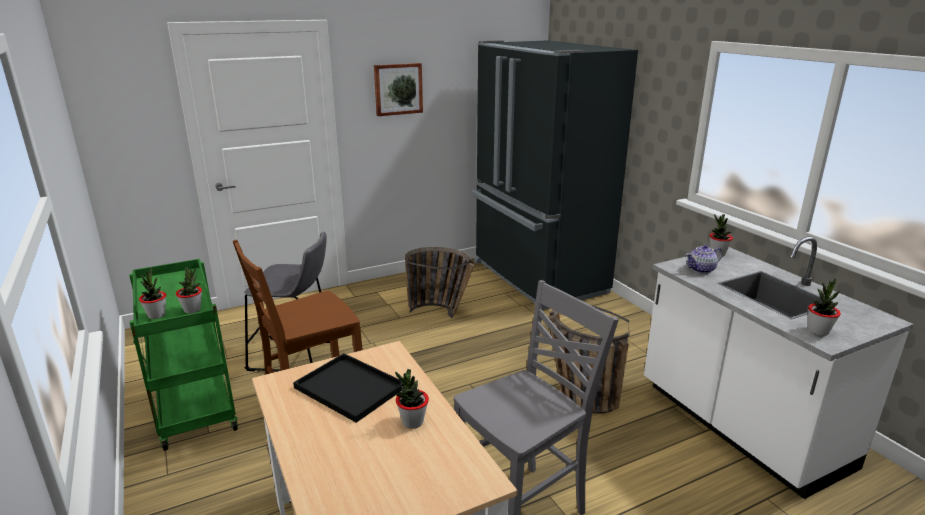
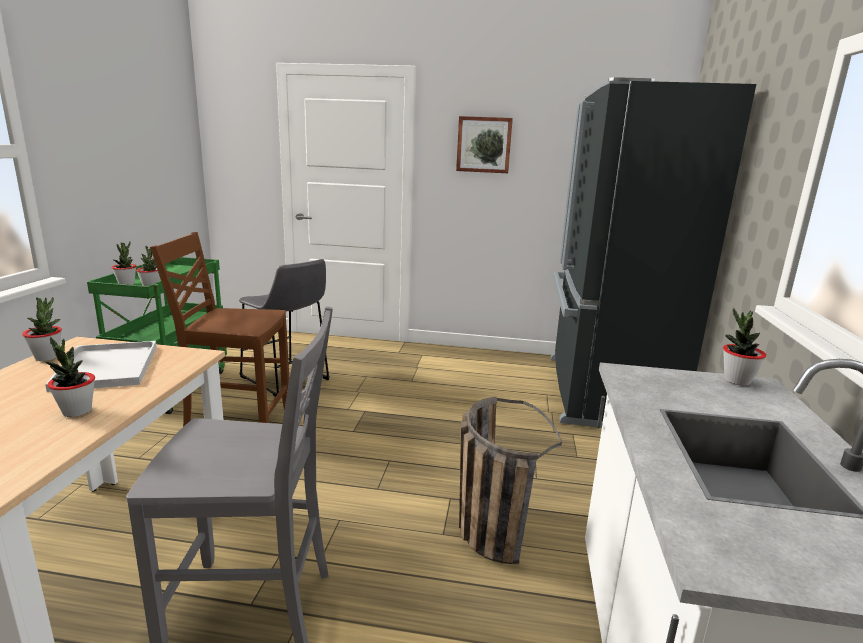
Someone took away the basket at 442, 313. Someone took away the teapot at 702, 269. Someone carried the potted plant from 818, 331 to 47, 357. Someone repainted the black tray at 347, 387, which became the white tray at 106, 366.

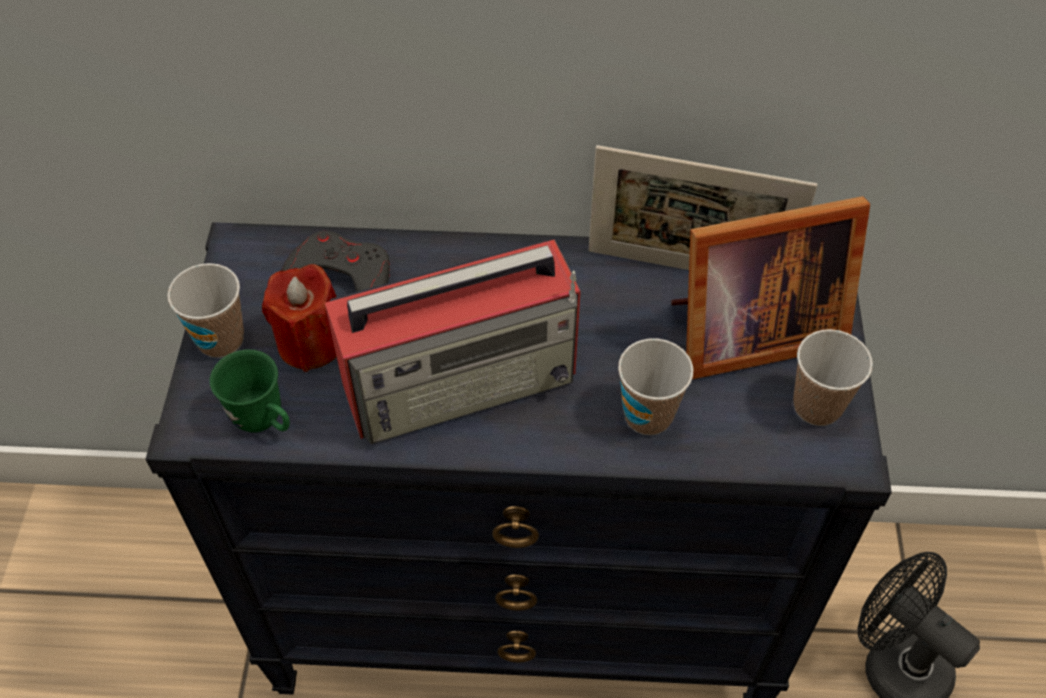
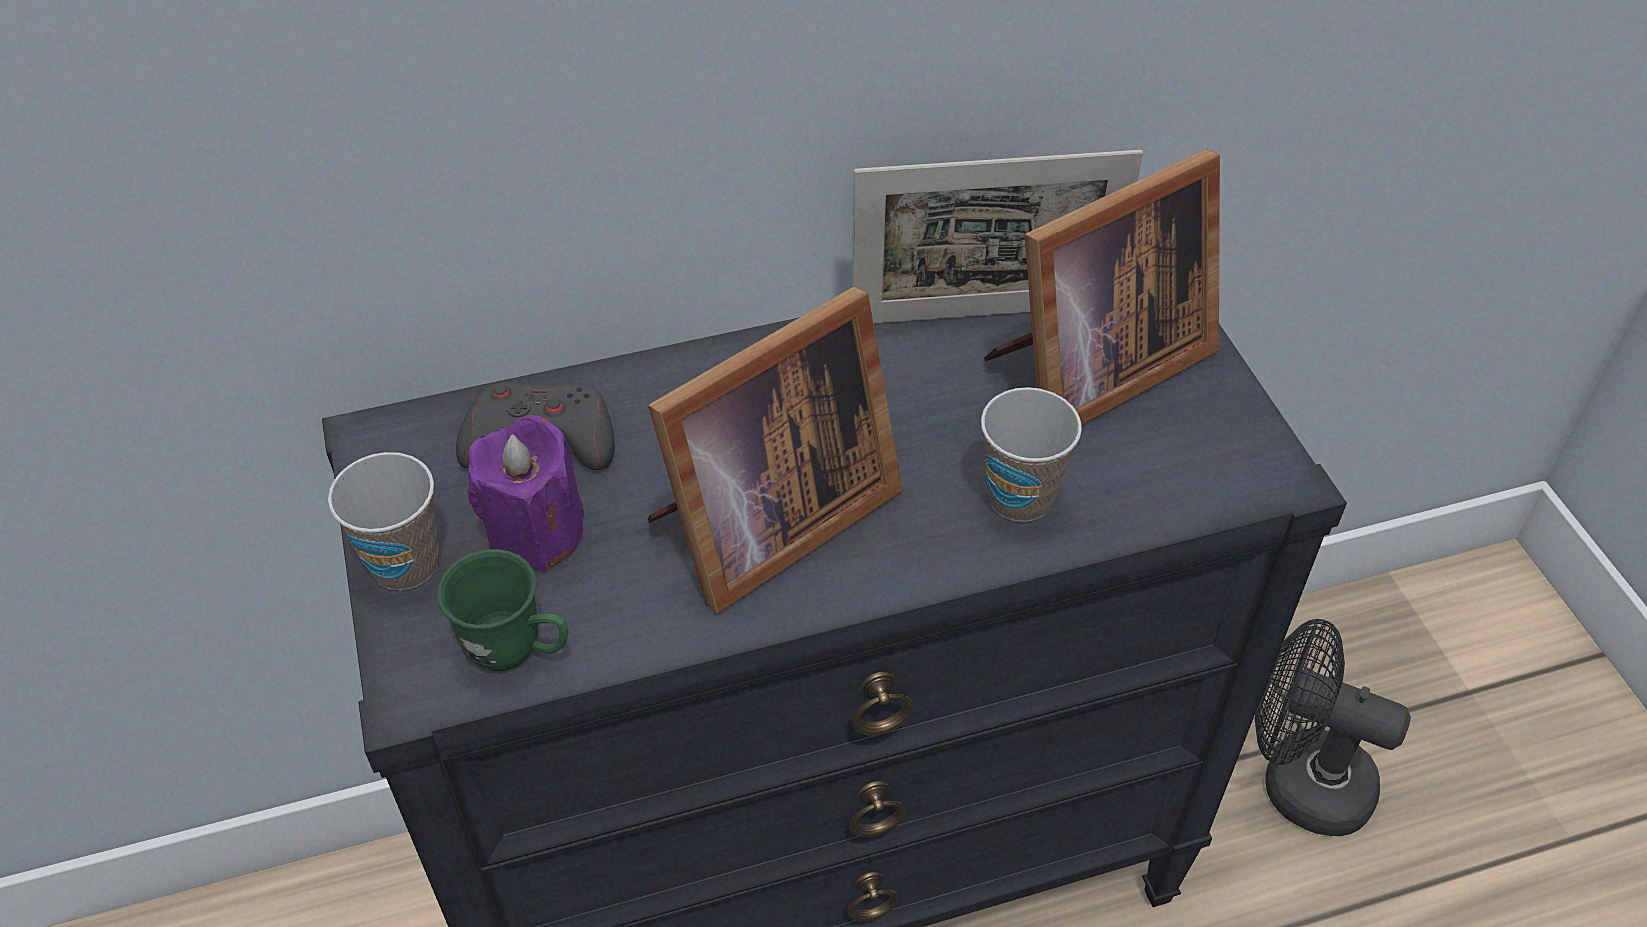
Someone took away the cup at 817, 406. Someone swapped the radio at 463, 380 for the picture frame at 765, 522. Someone repainted the red candle at 311, 343, which became the purple candle at 536, 533.

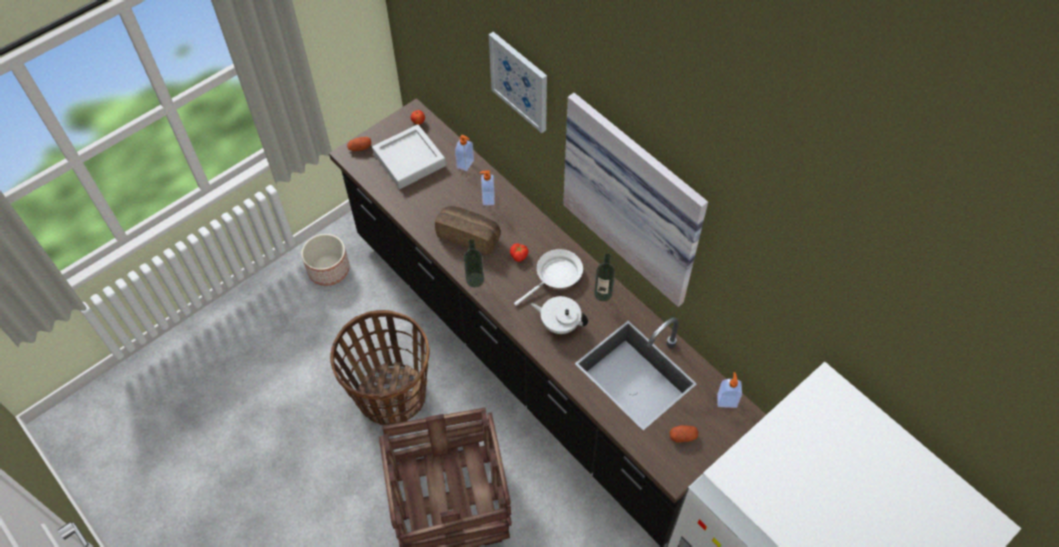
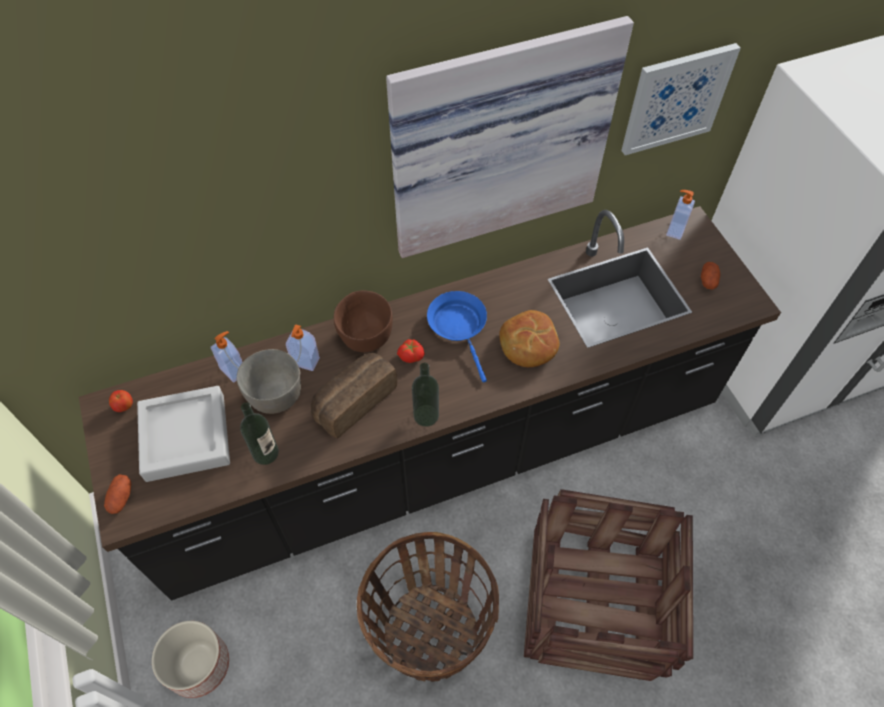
Someone put down the grey bowl at 275, 395. Someone put down the brown bowl at 365, 338. Someone carried the picture from 520, 81 to 676, 99. Someone carried the bottle from 603, 293 to 265, 453. Someone swapped the white teapot at 559, 323 for the bread at 527, 344. Someone repainted the white frying pan at 556, 276, which became the blue frying pan at 459, 327.

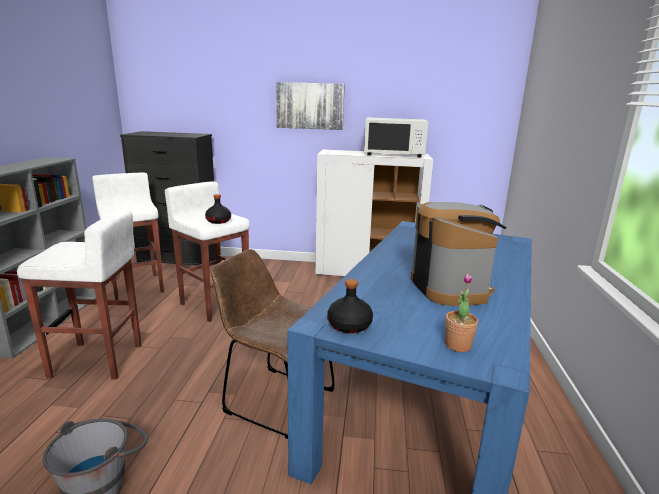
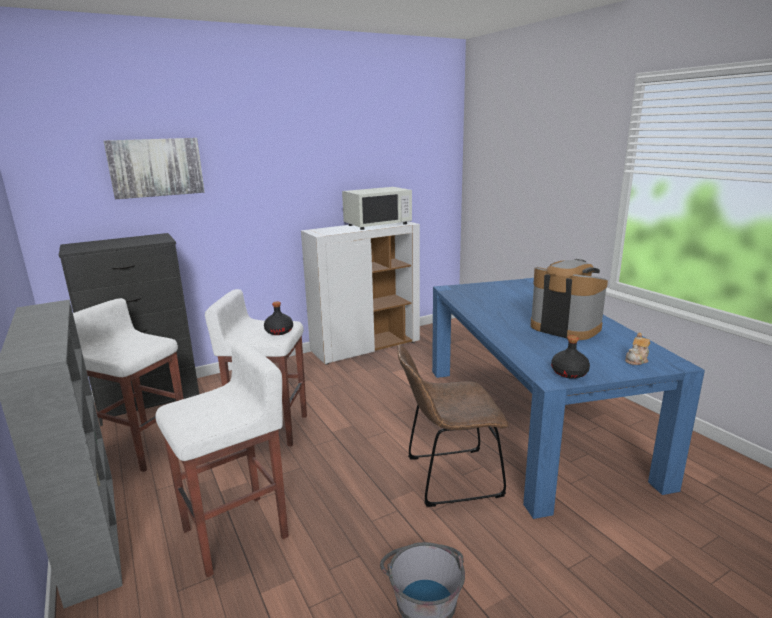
Someone carried the picture from 310, 106 to 156, 167. Someone swapped the potted plant at 458, 345 for the teapot at 637, 360.

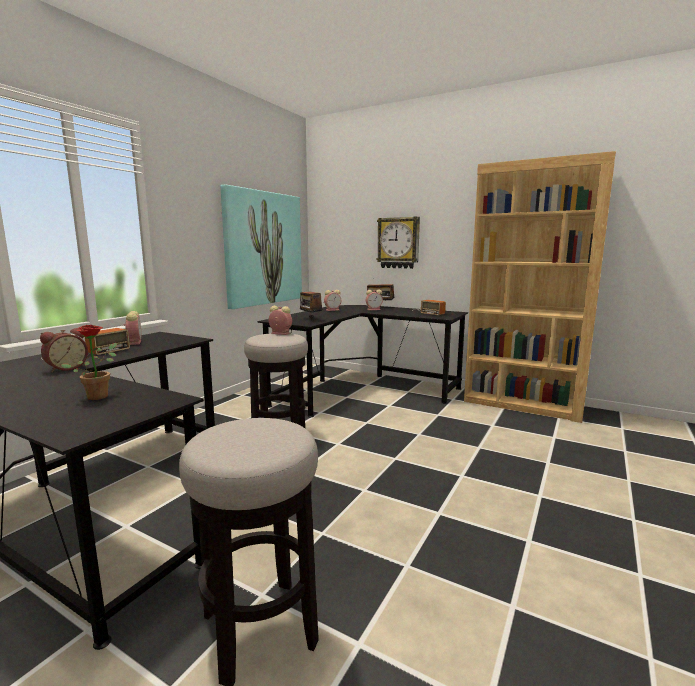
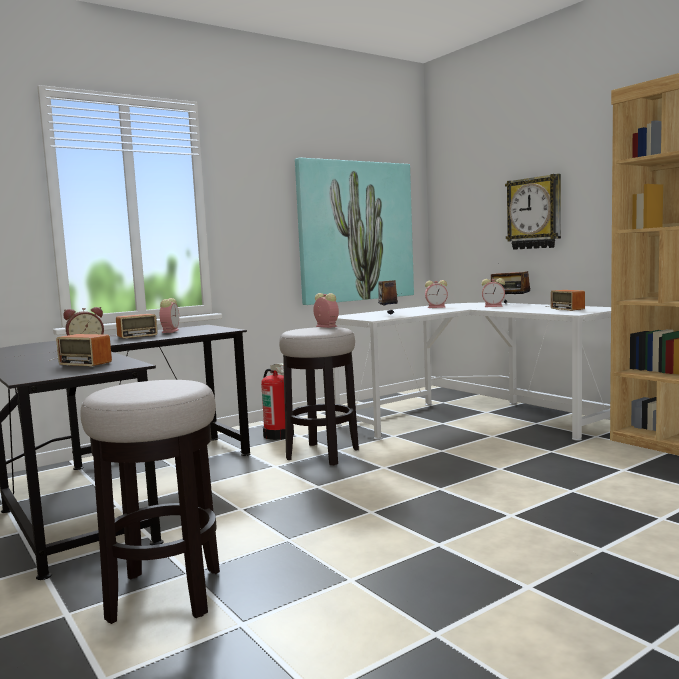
Someone put down the fire extinguisher at 279, 435. Someone swapped the potted plant at 100, 395 for the radio at 81, 361. Someone repainted the black desk at 362, 390, which became the white desk at 472, 417.

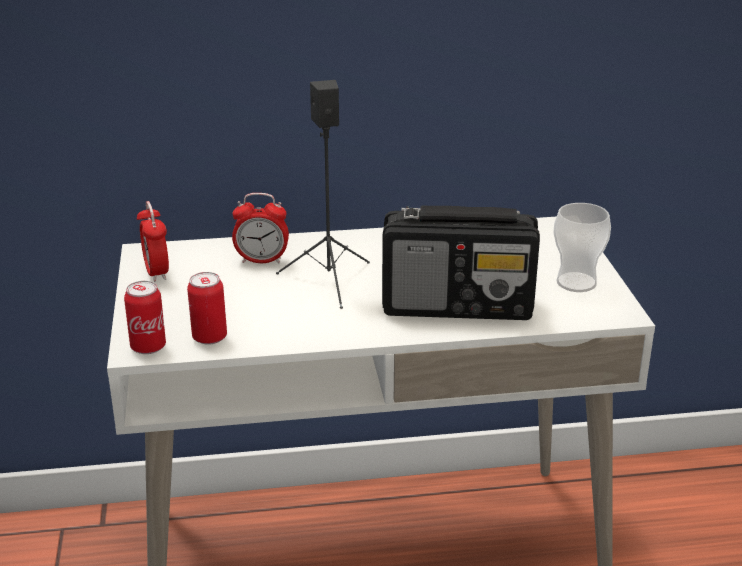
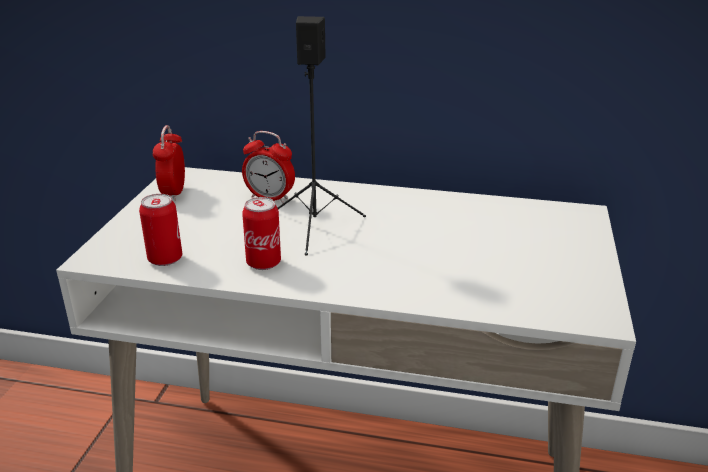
Someone took away the radio at 459, 306. Someone took away the cup at 576, 282. Someone carried the can from 148, 347 to 263, 263.

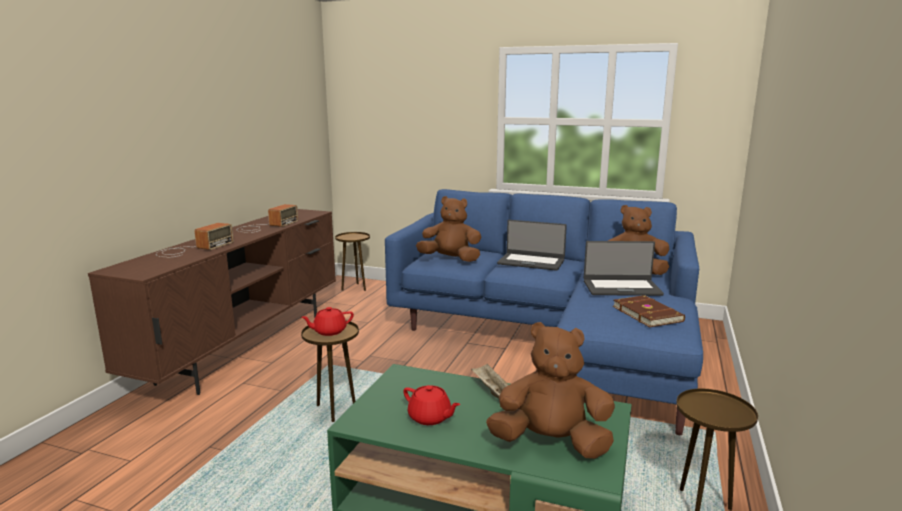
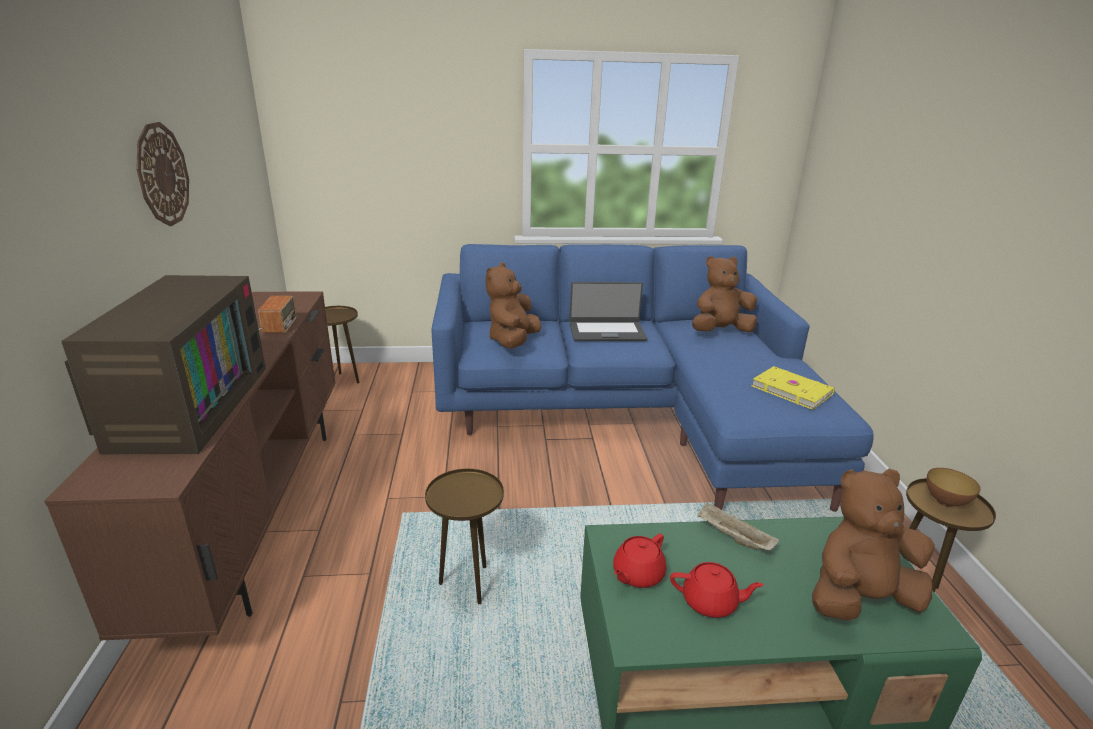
Someone took away the laptop at 621, 288. Someone put up the wall clock at 162, 174. Someone put down the bowl at 945, 502. Someone carried the red teapot from 329, 331 to 637, 574. Someone swapped the radio at 192, 249 for the television at 188, 405. Someone repainted the brown book at 648, 313, which became the yellow book at 791, 390. Someone rotated the brown plush toy at 450, 259 by 60 degrees counterclockwise.

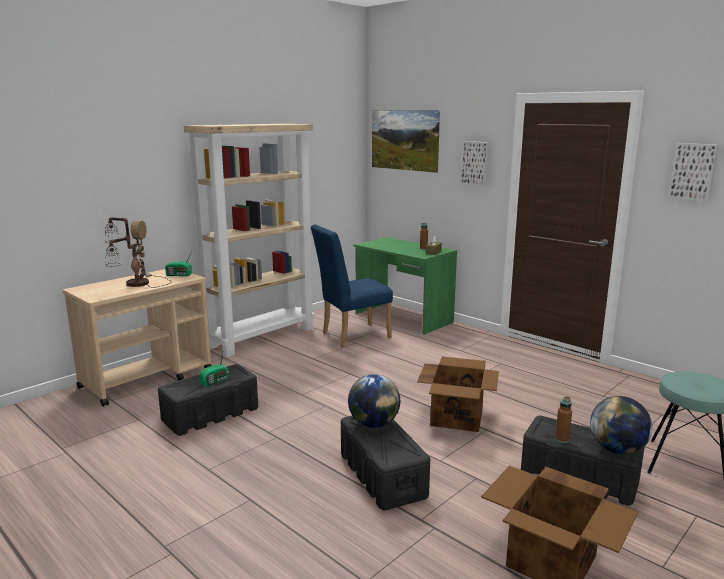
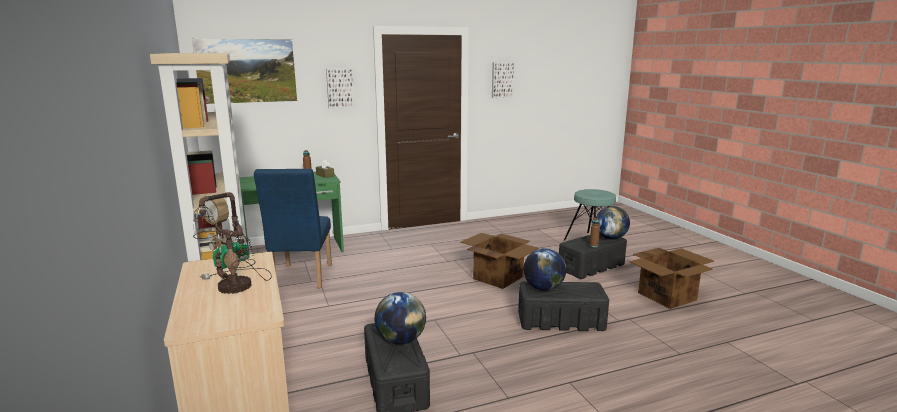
Someone swapped the radio at 215, 381 for the globe at 401, 340.

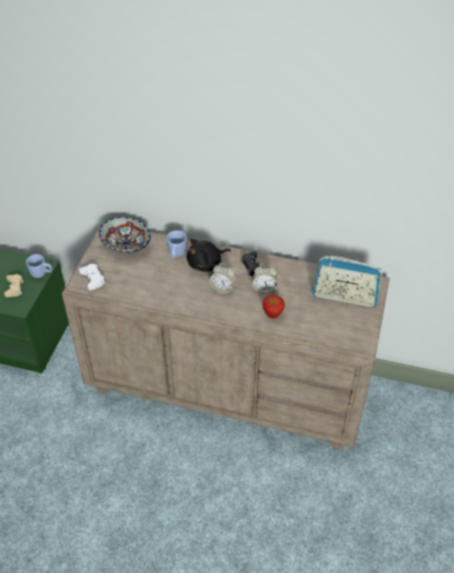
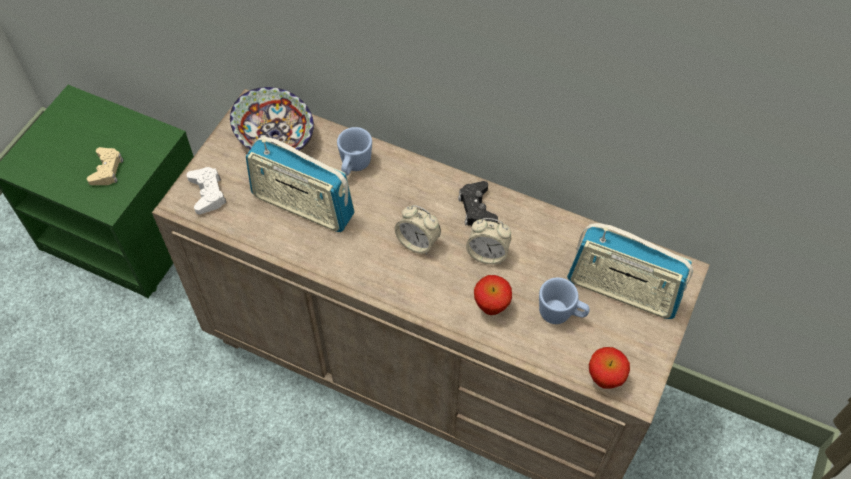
Someone took away the black plush toy at 206, 264. Someone put down the radio at 303, 206. Someone put down the apple at 604, 379. Someone carried the blue mug from 41, 274 to 561, 314.

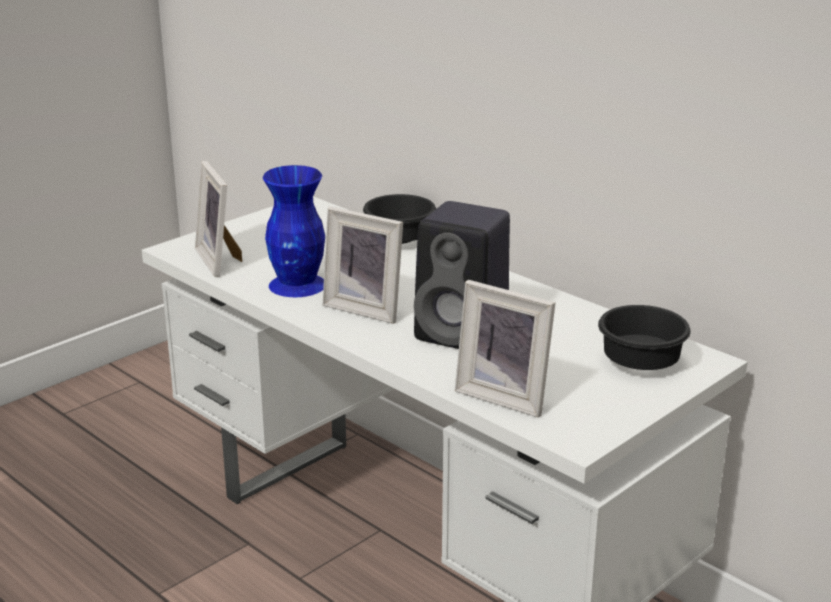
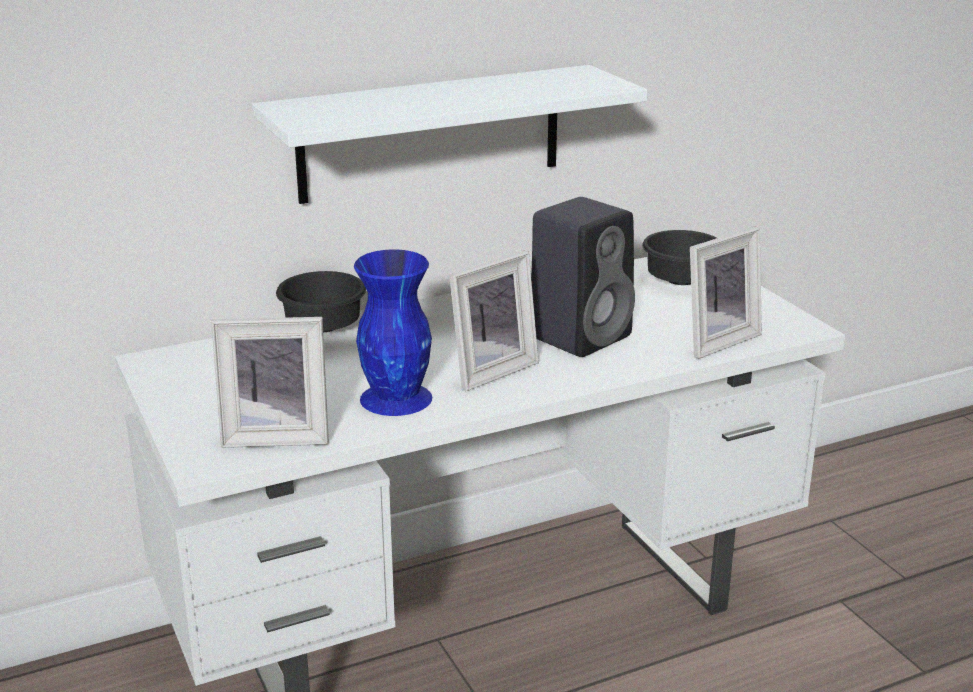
Someone put up the white shelf at 431, 133.

